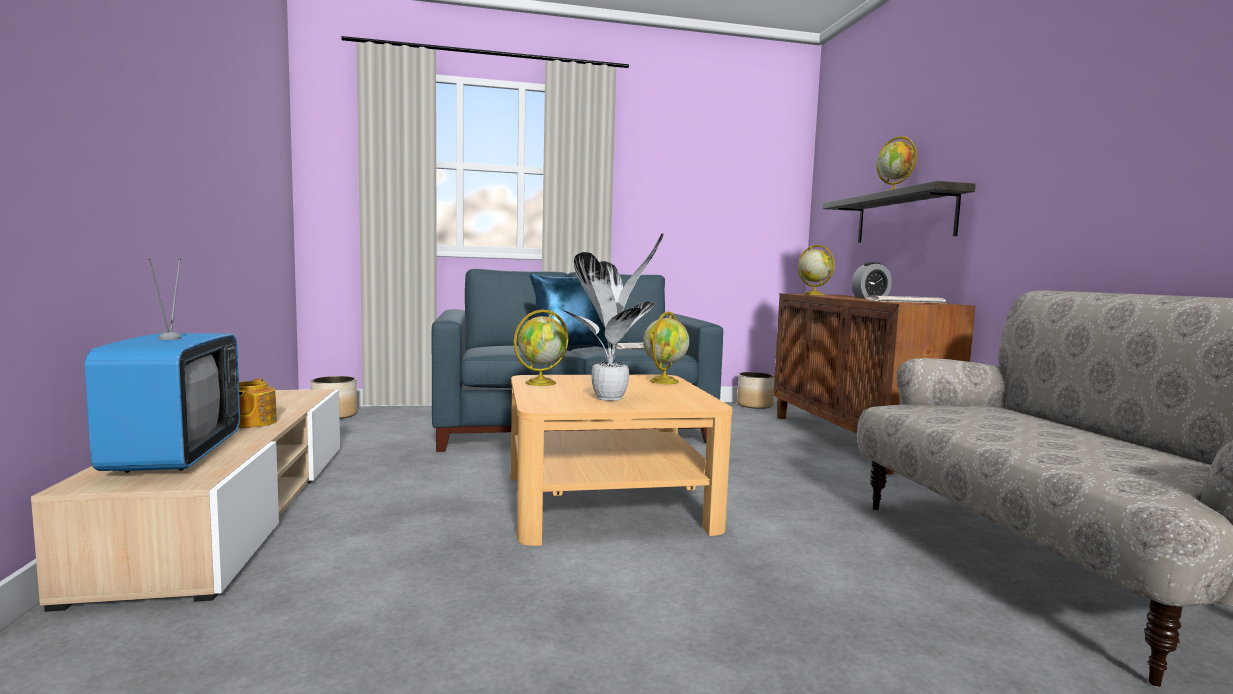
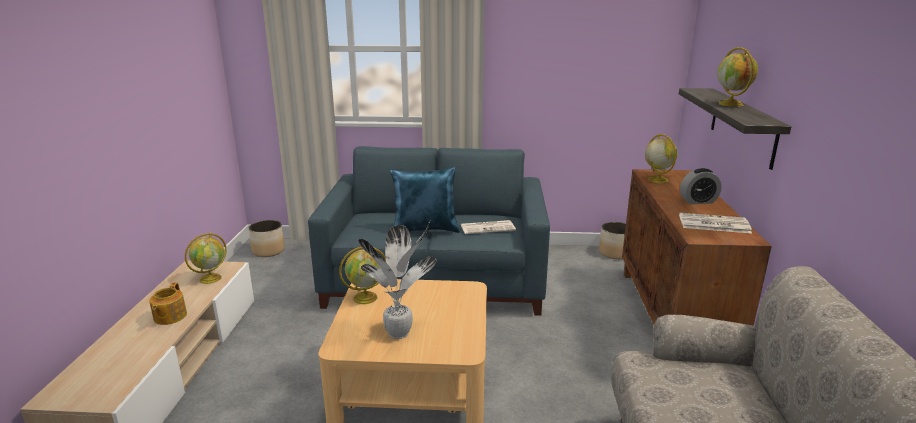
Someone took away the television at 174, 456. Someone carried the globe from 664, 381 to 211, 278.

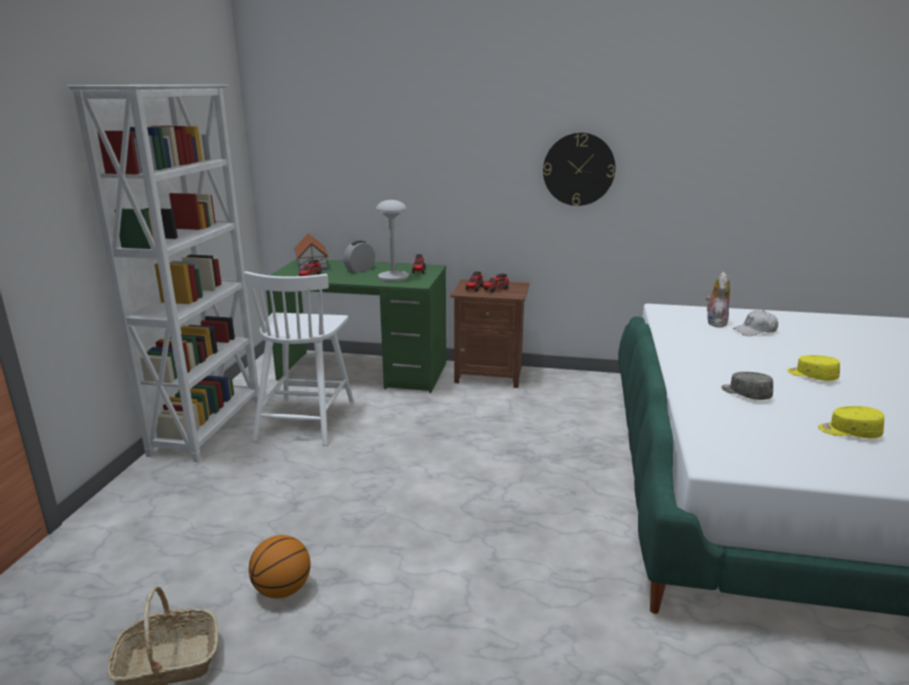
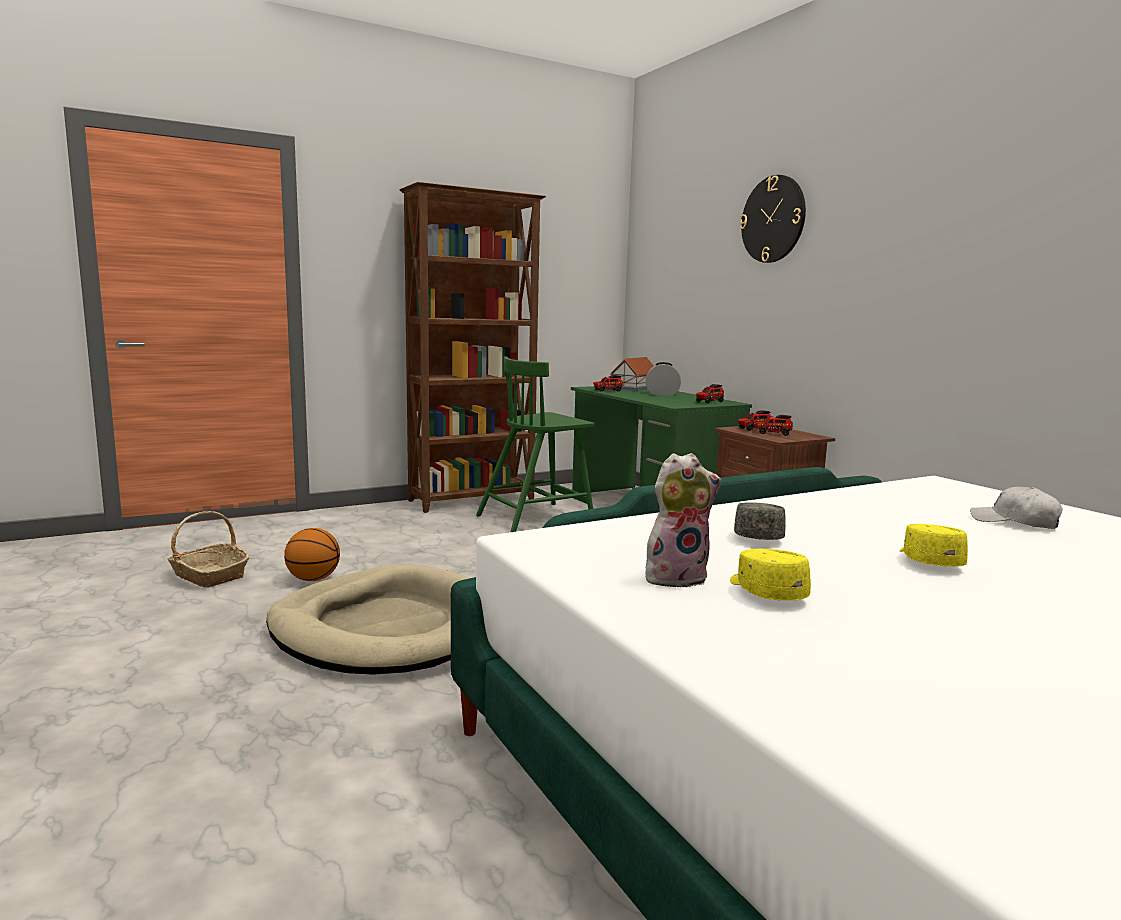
Someone took away the grey table lamp at 393, 277. Someone put down the beige dog bed at 387, 628. Someone carried the wall clock from 578, 169 to 773, 219. Someone carried the plush toy from 714, 322 to 676, 577. Someone repainted the white bookcase at 209, 426, which became the brown bookcase at 473, 500. Someone repainted the white chair at 305, 419, which became the green chair at 537, 518.

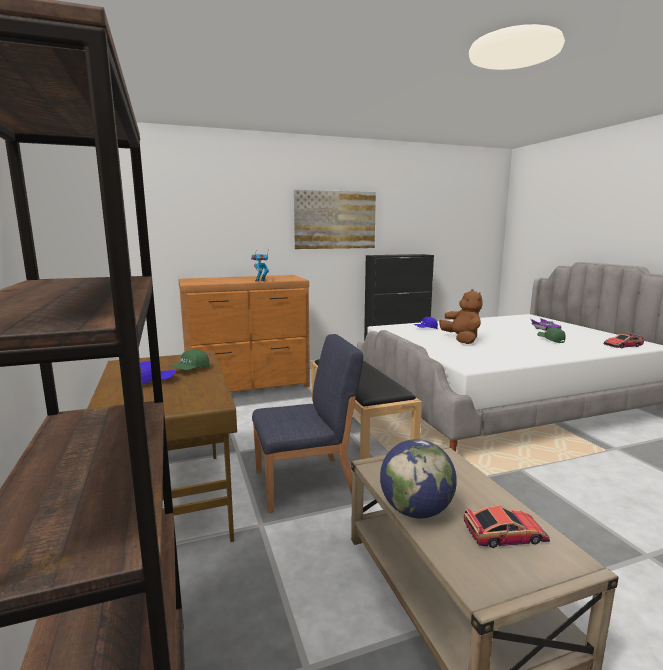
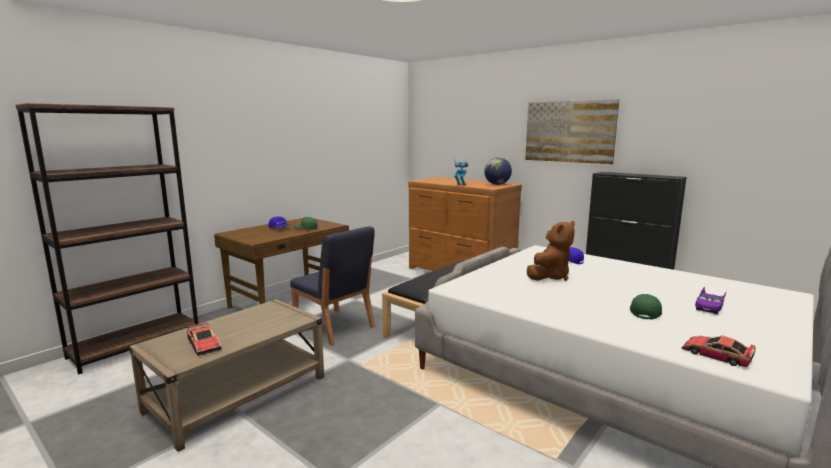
Someone carried the globe from 416, 511 to 497, 184.

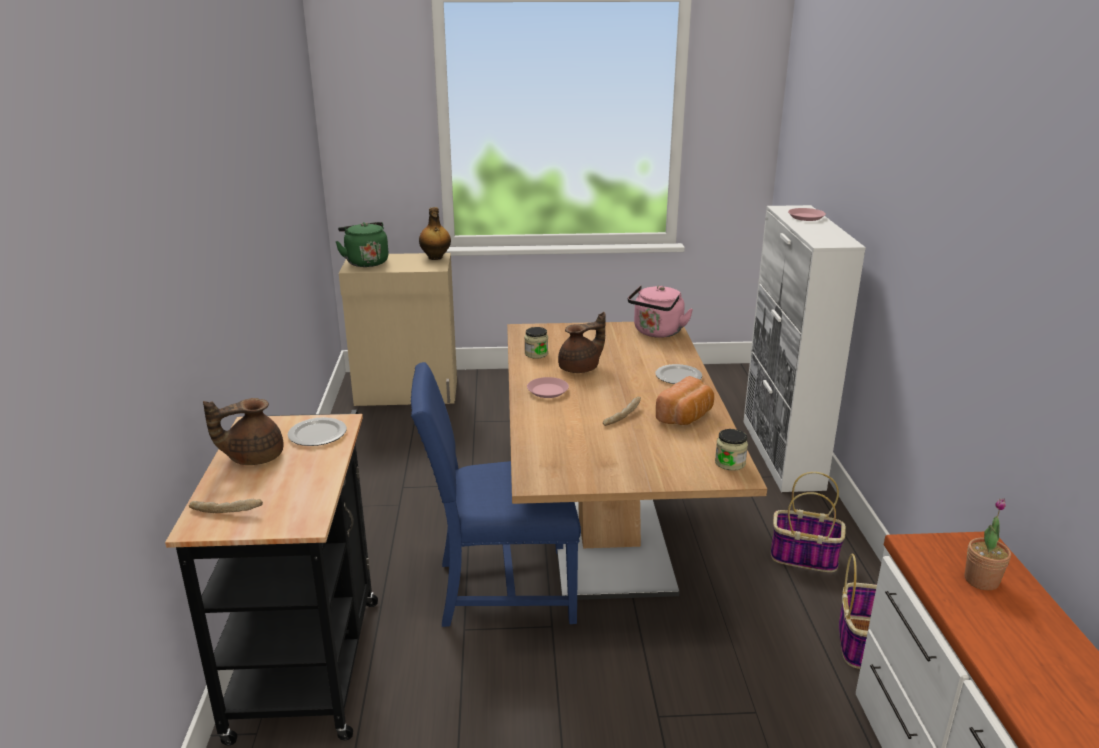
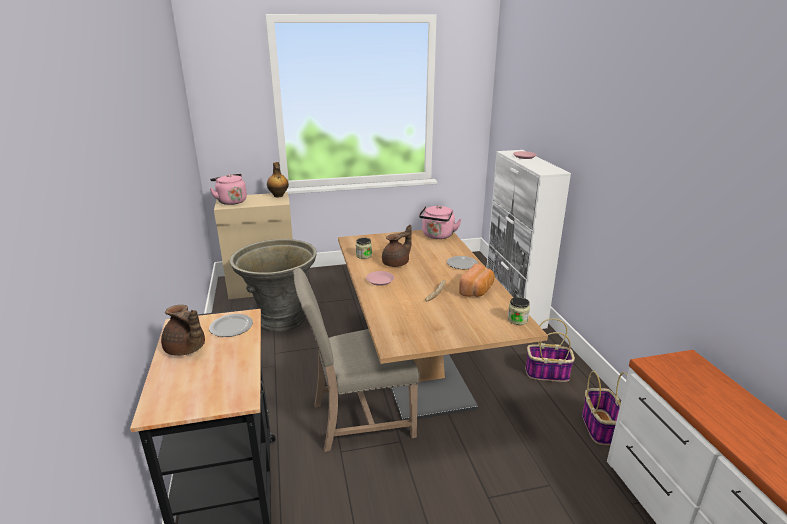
Someone took away the bread at 226, 511. Someone took away the potted plant at 981, 580. Someone put down the grey planter at 280, 319. Someone repainted the green kettle at 366, 262, which became the pink kettle at 231, 201. Someone repainted the blue chair at 500, 589, which became the beige chair at 359, 419. Someone rotated the brown teapot at 253, 457 by 105 degrees counterclockwise.

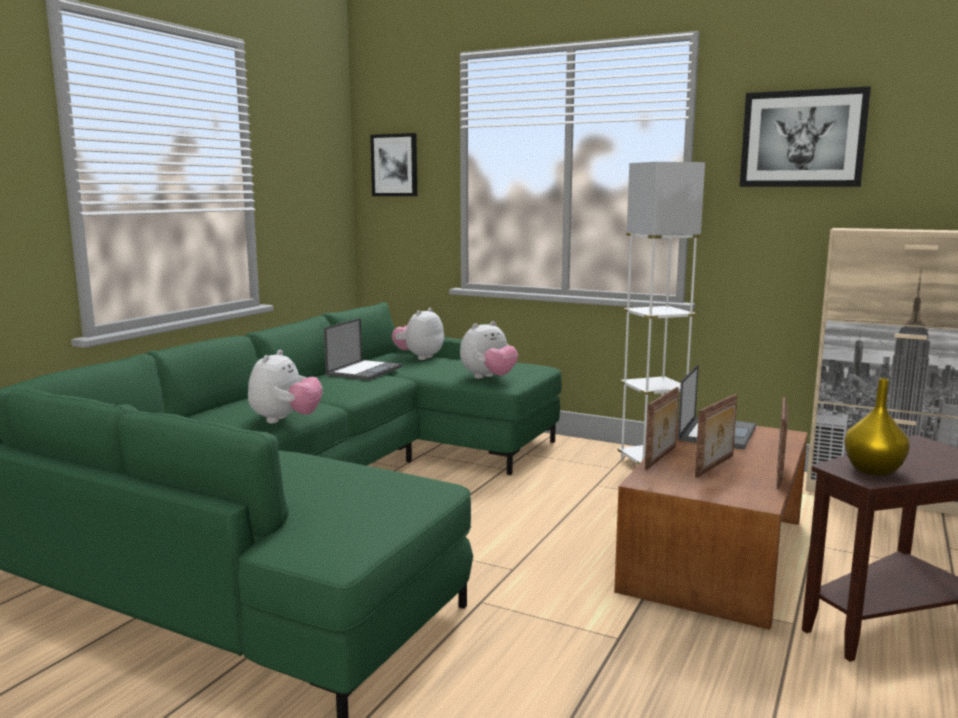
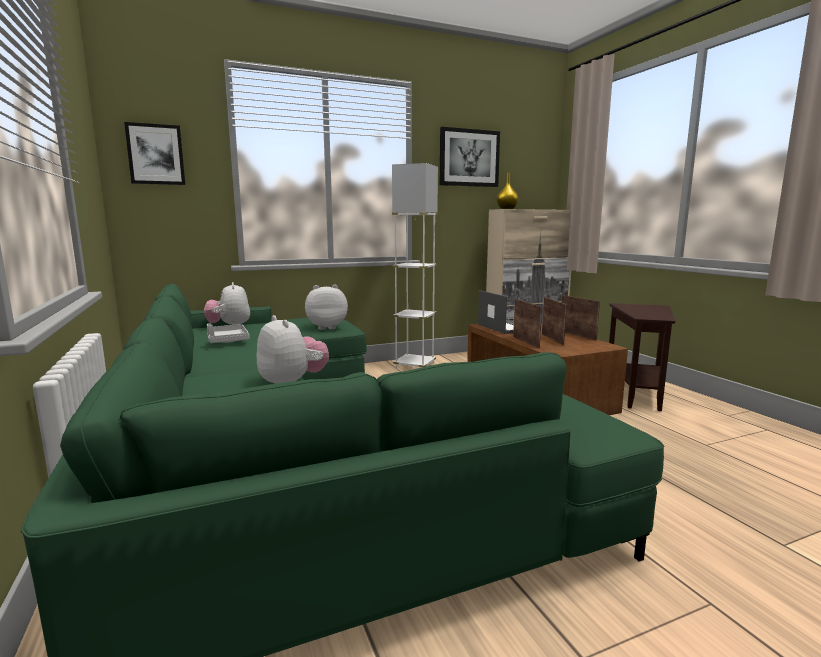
Someone carried the yellow vase from 871, 470 to 506, 209. Someone swapped the laptop at 365, 370 for the grey tray at 227, 341. Someone rotated the plush toy at 488, 378 by 105 degrees counterclockwise.

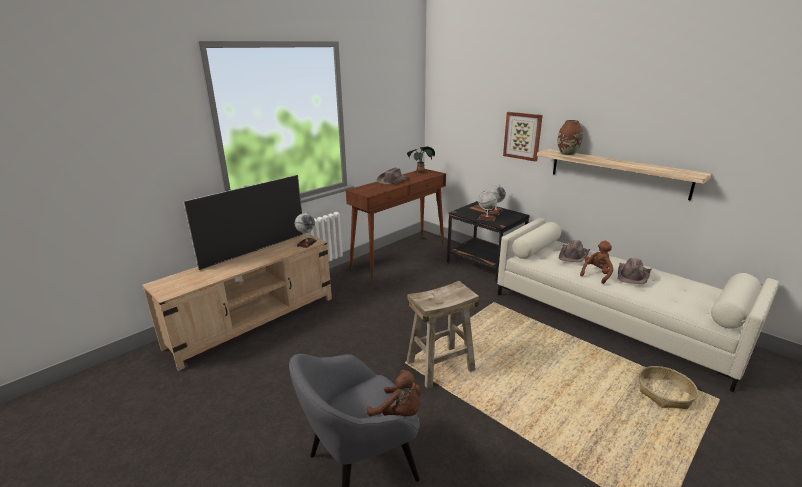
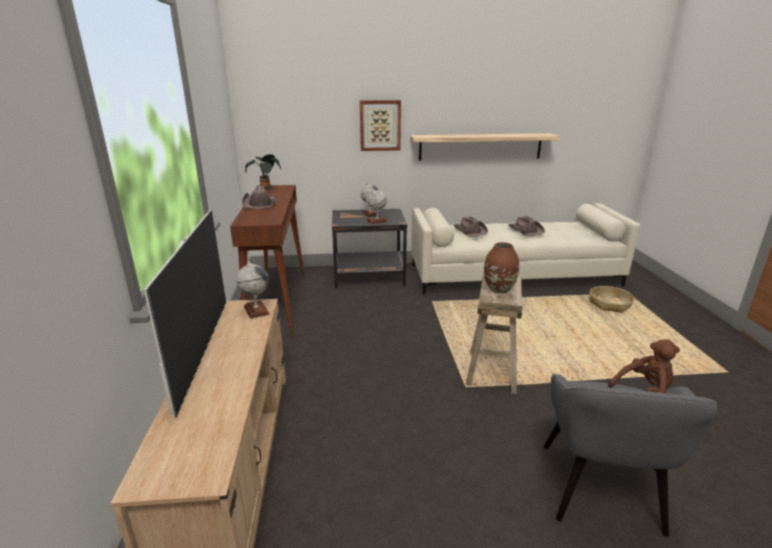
Someone took away the brown plush toy at 596, 274. Someone carried the brown vase from 567, 153 to 499, 289.

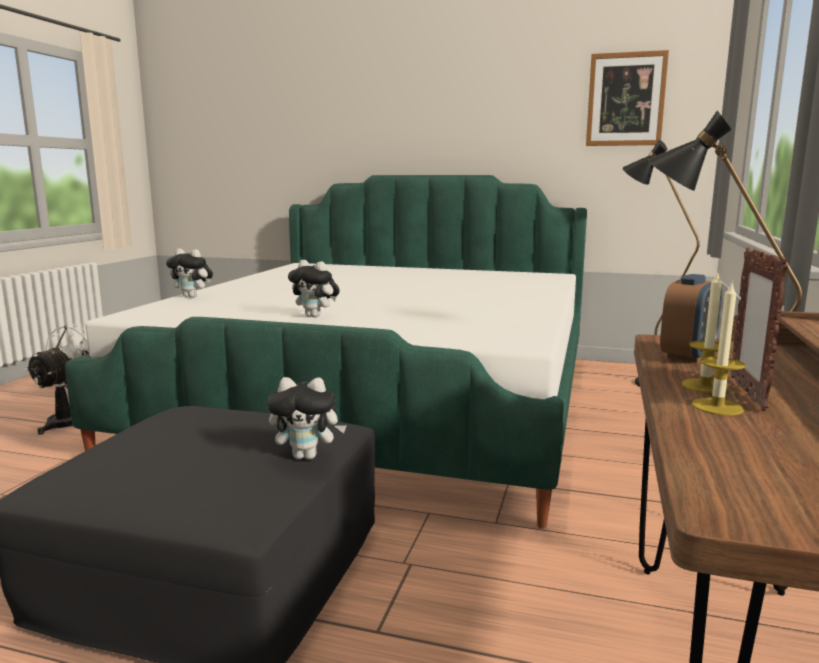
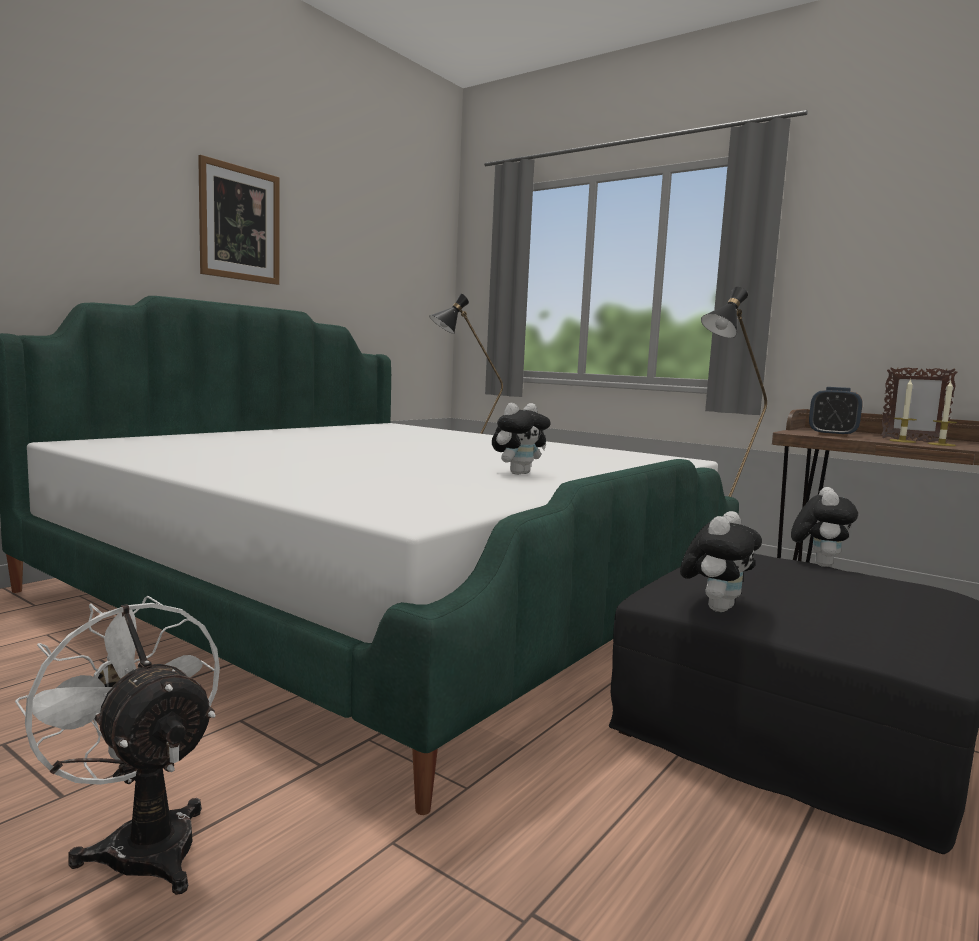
Someone carried the plush toy from 192, 297 to 716, 608. Someone carried the picture from 626, 99 to 240, 224. Someone rotated the alarm clock at 688, 355 by 150 degrees clockwise.

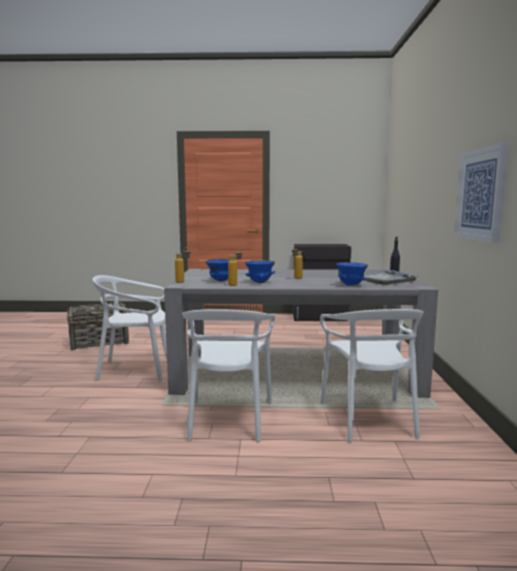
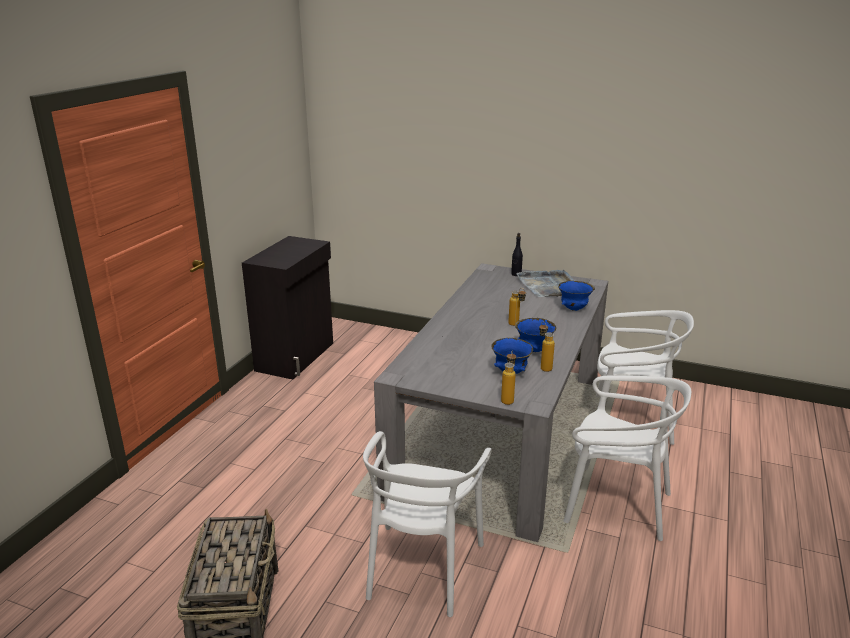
Someone took away the picture at 481, 194.

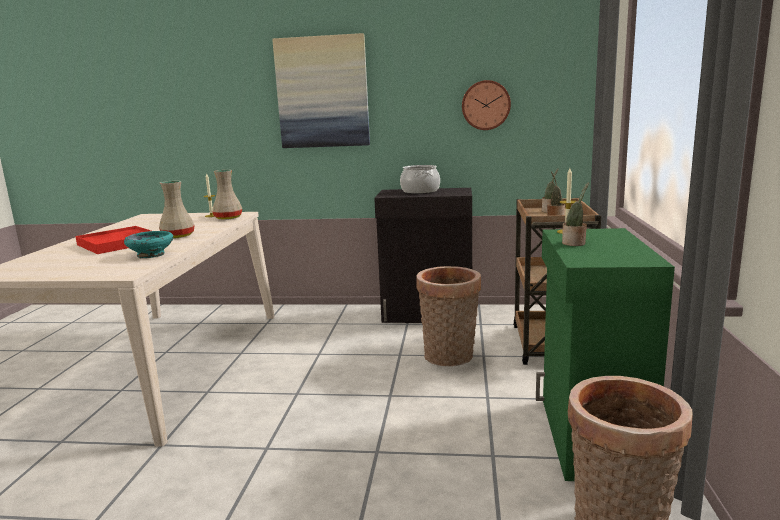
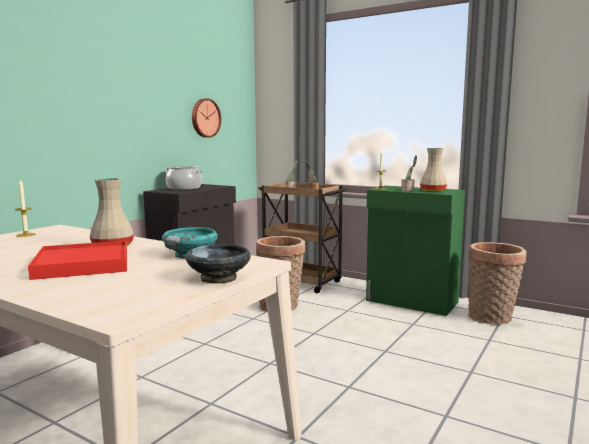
Someone took away the picture at 322, 92. Someone put down the black bowl at 219, 278. Someone carried the beige vase from 227, 218 to 433, 191.

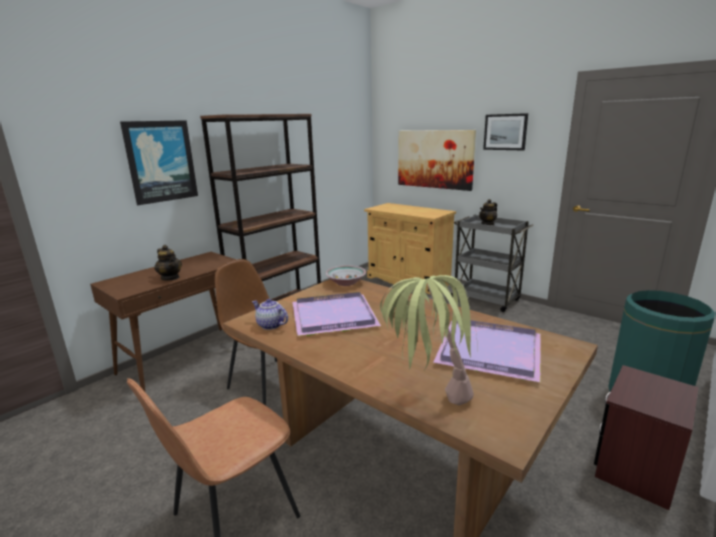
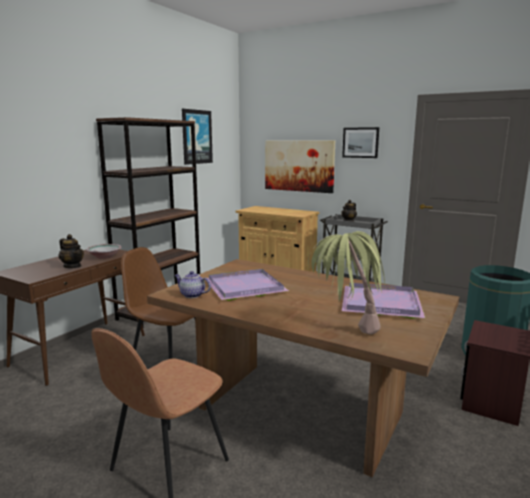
Someone carried the picture from 161, 161 to 196, 137. Someone carried the bowl from 345, 282 to 104, 256.

